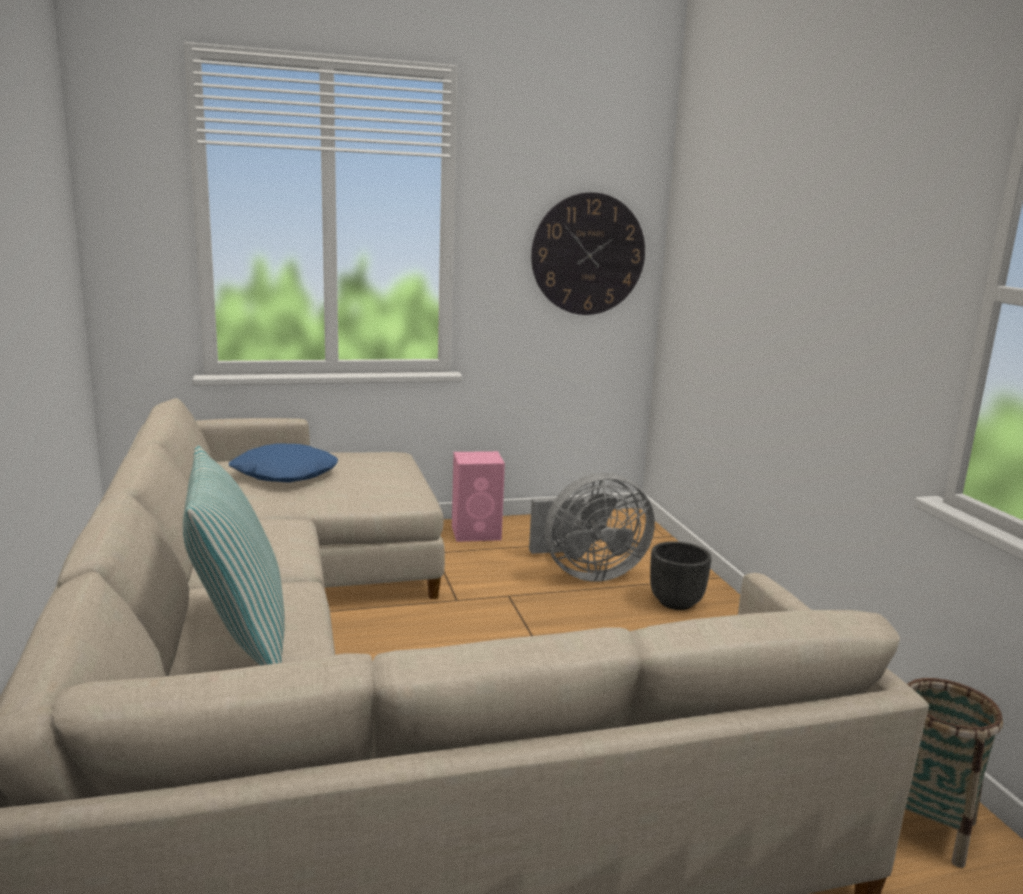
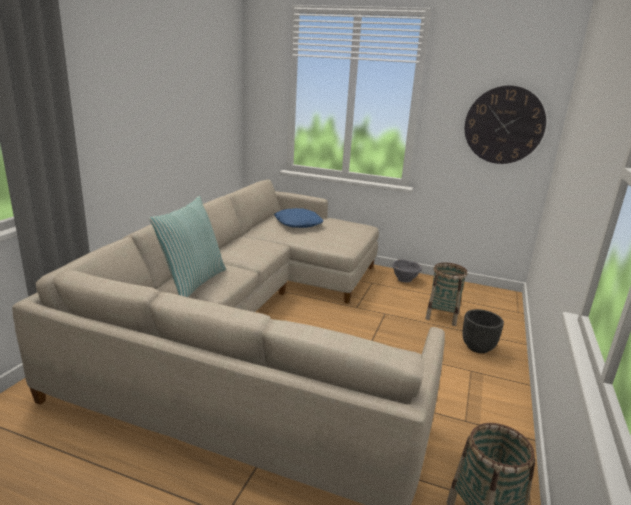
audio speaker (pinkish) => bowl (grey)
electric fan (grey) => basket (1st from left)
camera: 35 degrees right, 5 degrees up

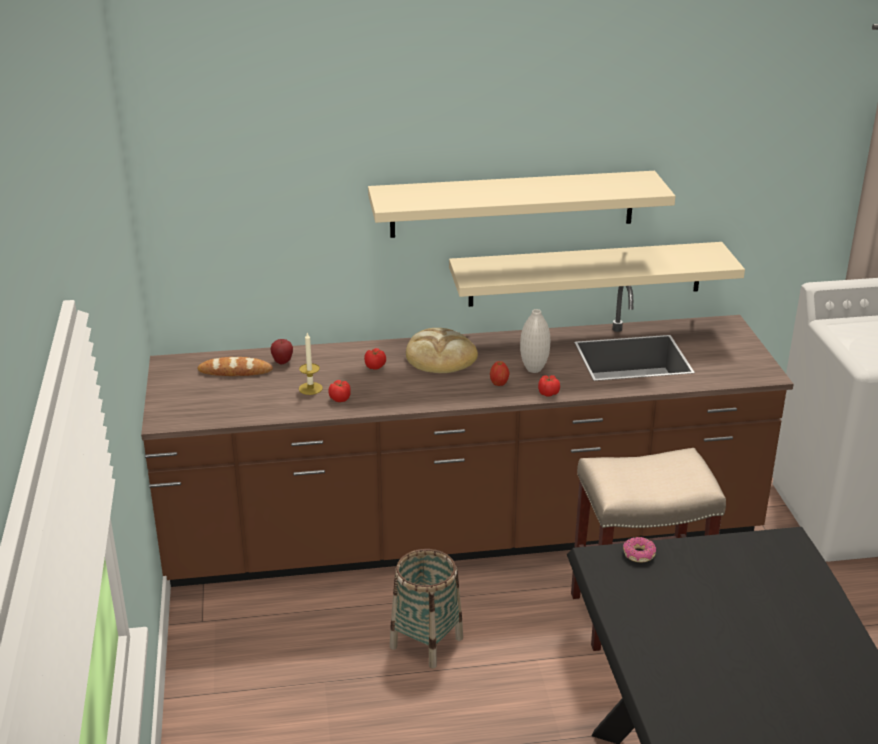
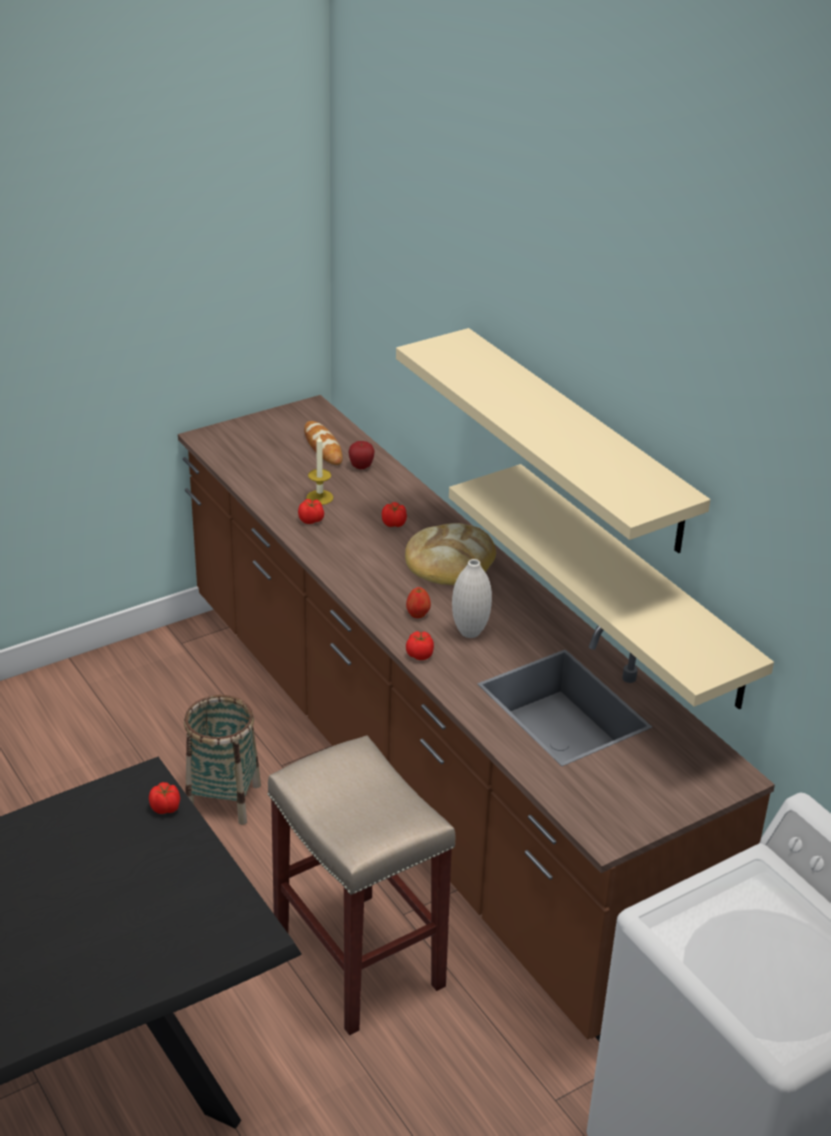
doughnut => tomato (1st from left)
camera: 65 degrees right, 5 degrees up

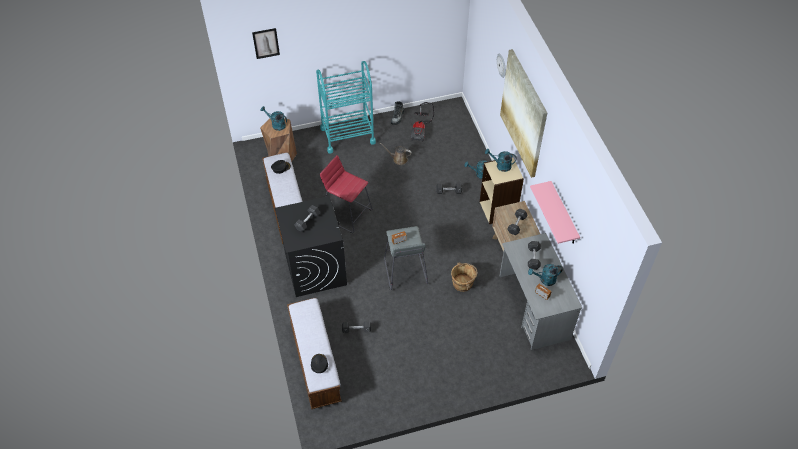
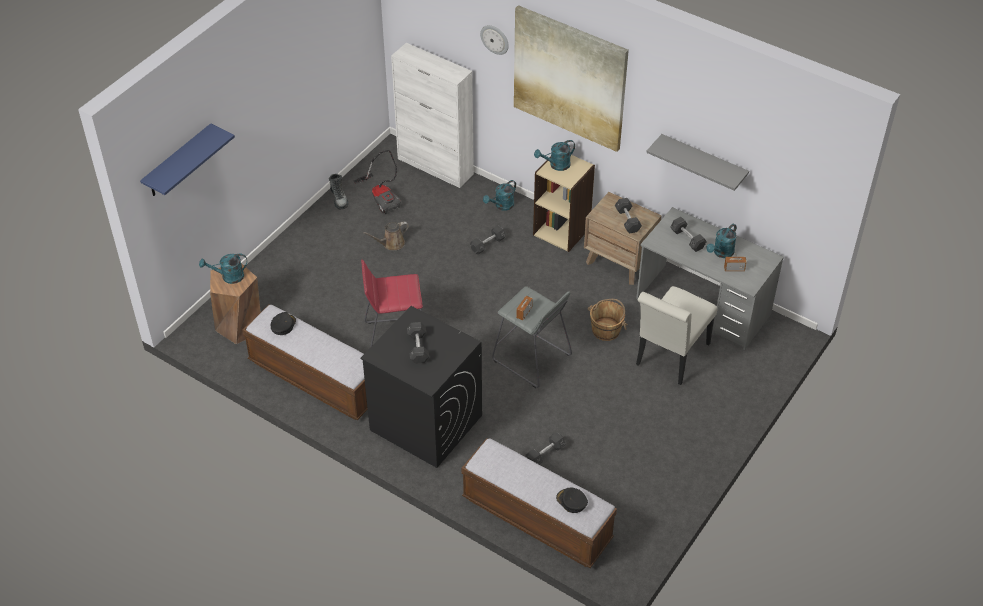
wall art (1st from left) => wall shelf (blue)
cart (turquoise) => nothing
wall shelf (pinkish) => wall shelf (grey)
nothing => cabinet (white-coloured)
nothing => chair (white-coloured)
camera: 40 degrees left, 5 degrees down

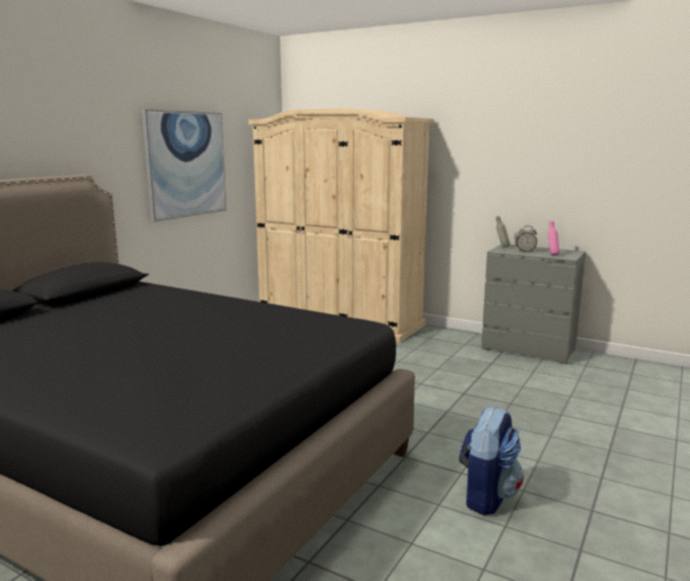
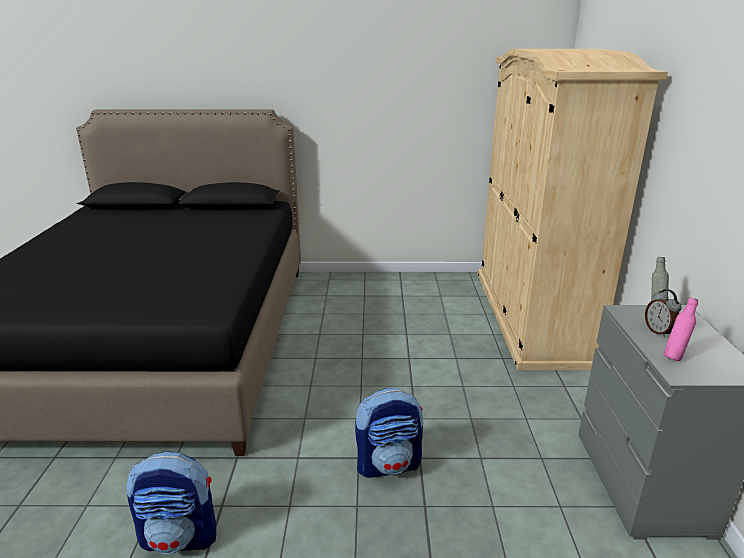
wall art => nothing
nothing => backpack (2nd from left)
camera: 60 degrees right, 10 degrees up

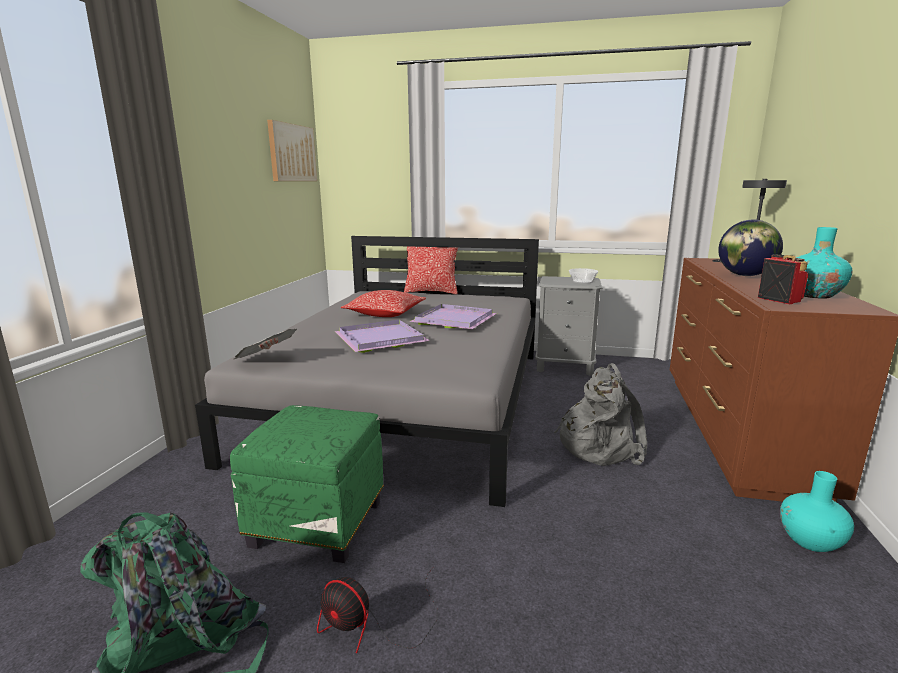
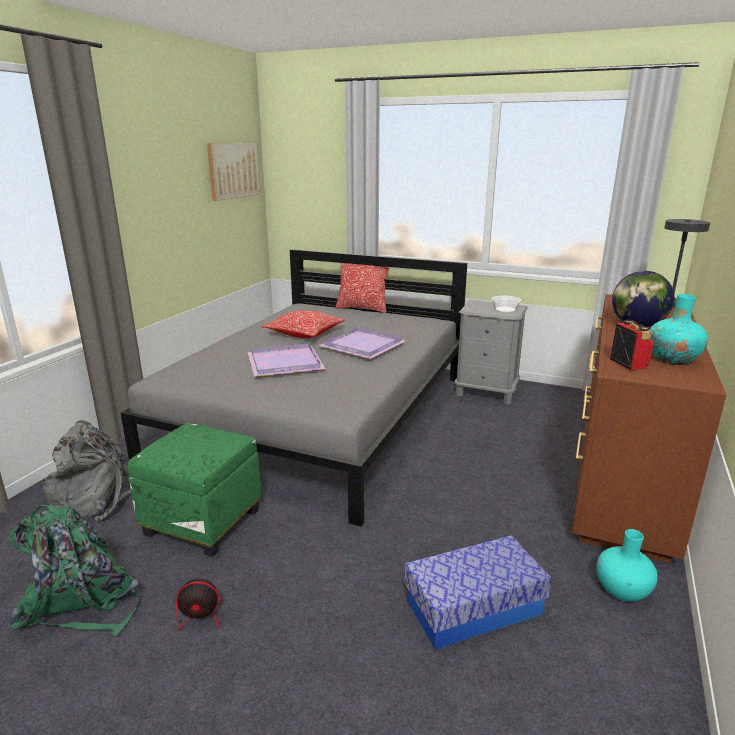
newspaper => nothing
electric fan, 45 degrees counterclockwise
backpack (grey), move
nothing => storage container
camera: 10 degrees right, 5 degrees up

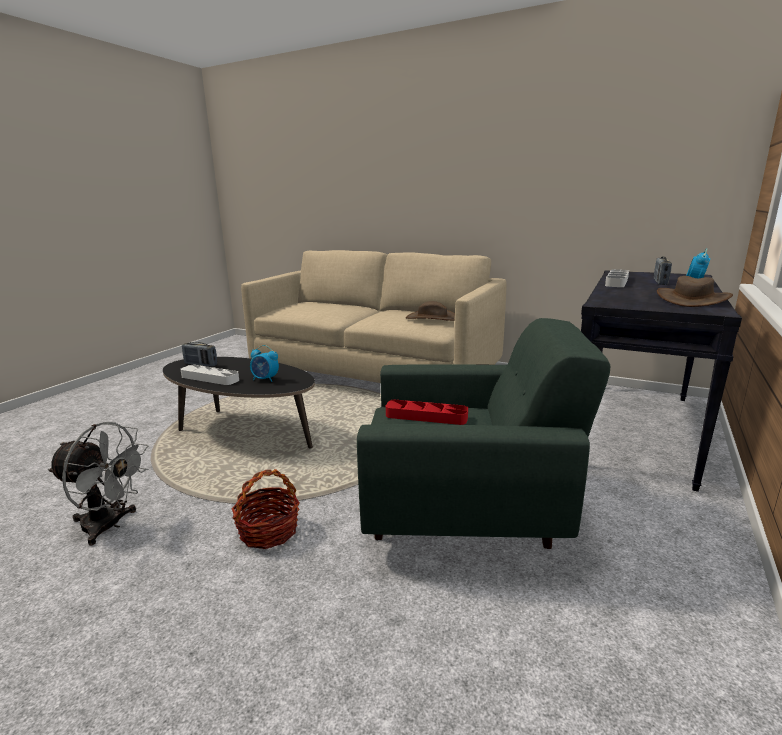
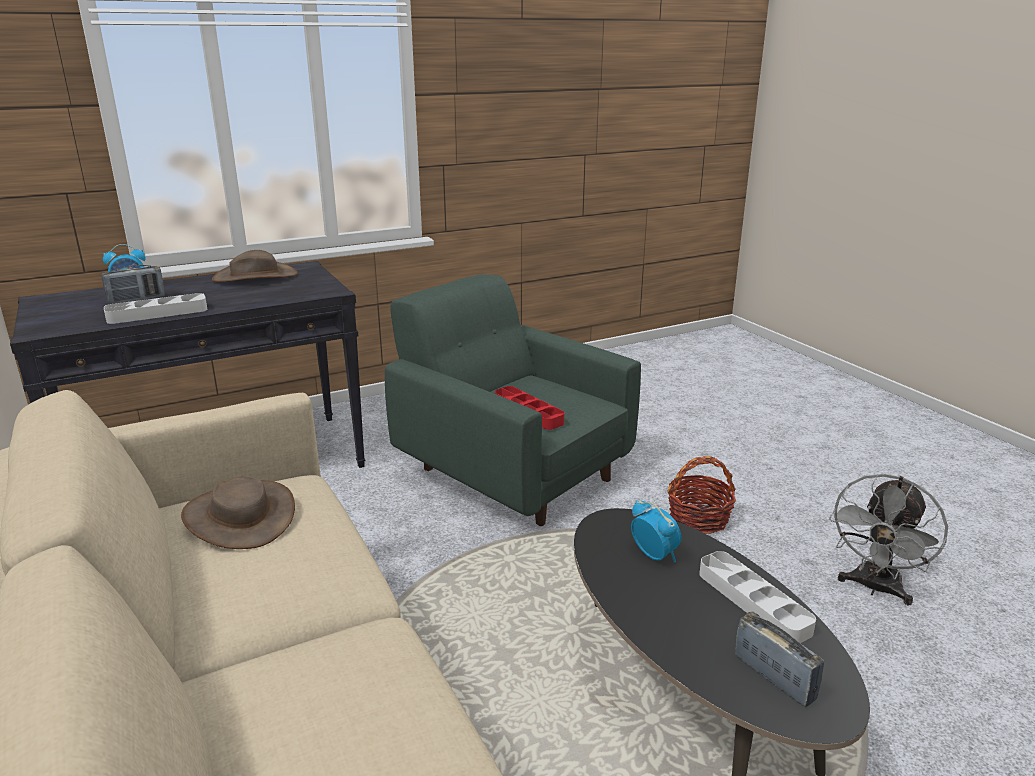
electric fan (grey), 105 degrees counterclockwise
camera: 145 degrees left, 5 degrees up

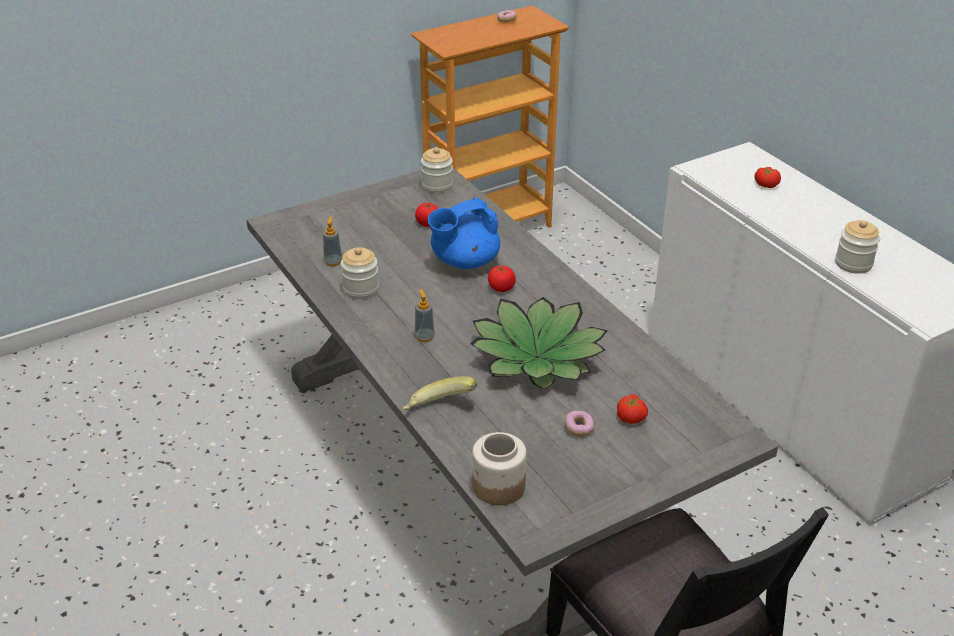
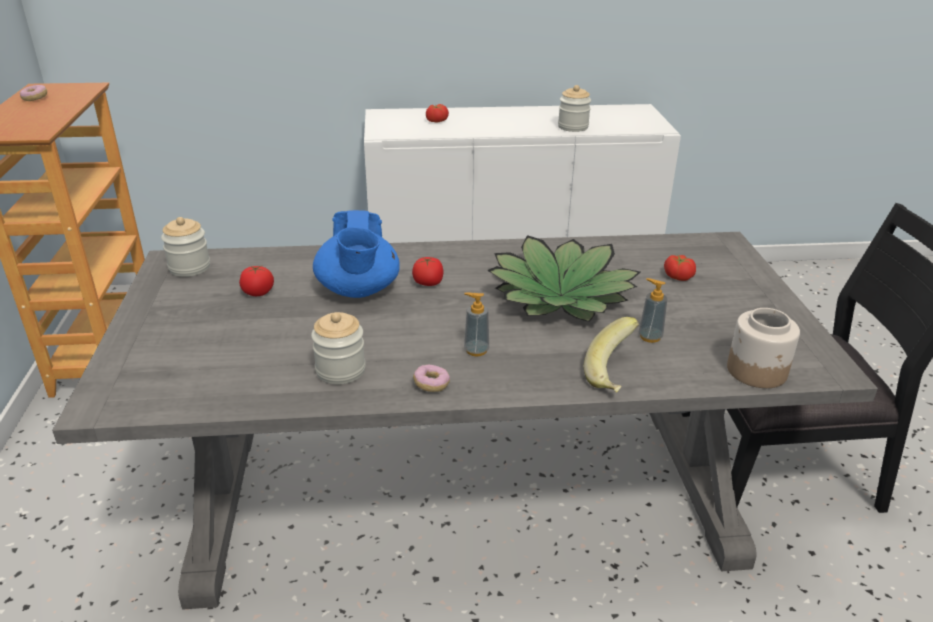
soap dispenser (1st from left in the first image) => soap dispenser (2nd from left), move
doughnut (2nd from left), move
camera: 65 degrees left, 5 degrees down

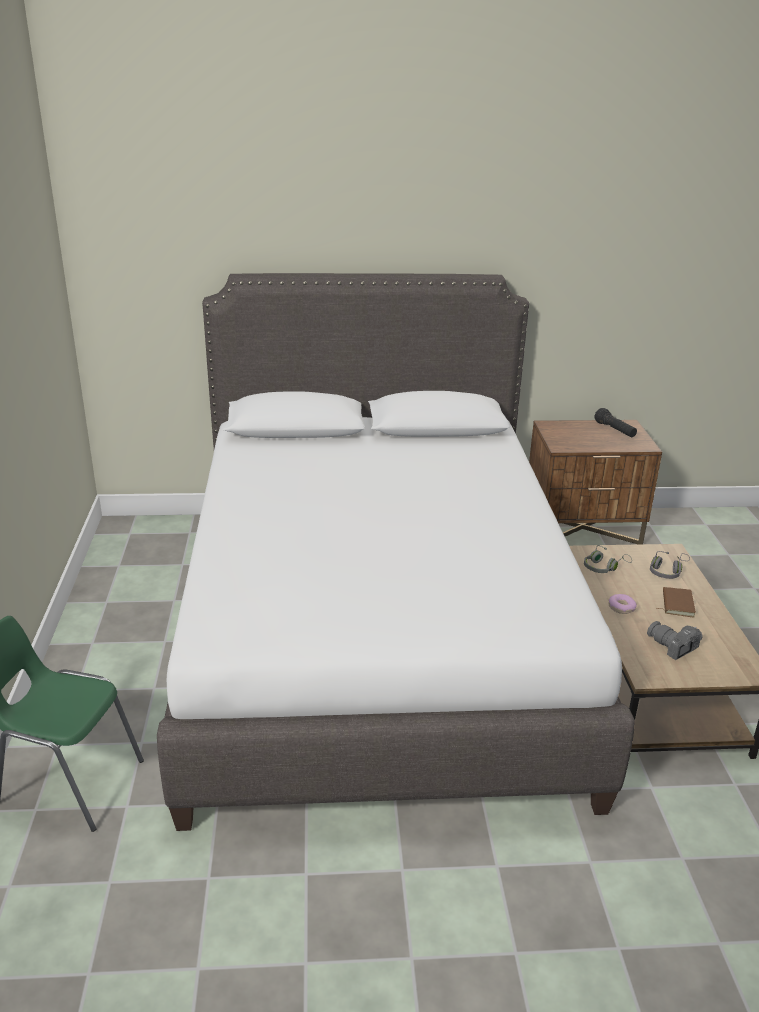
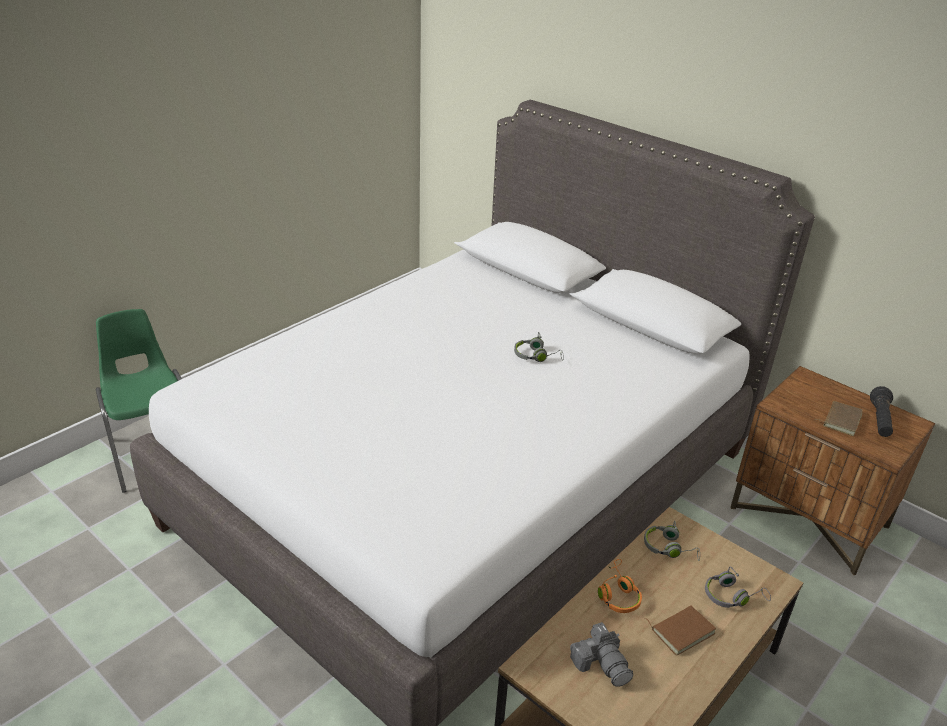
doughnut => pair of headphones (orangey)
still camera, 150 degrees clockwise
nothing => pair of headphones (grey) (1st from left)
nothing => volume (brown-coloured) (2nd from left)
camera: 45 degrees right, 5 degrees up

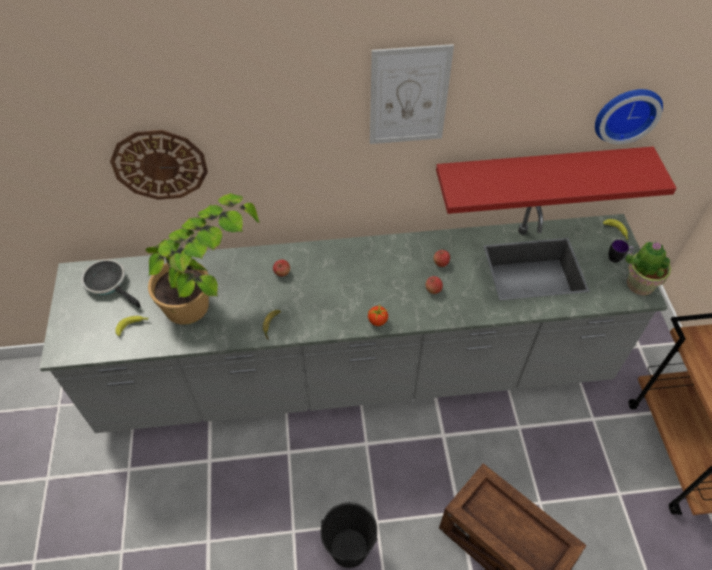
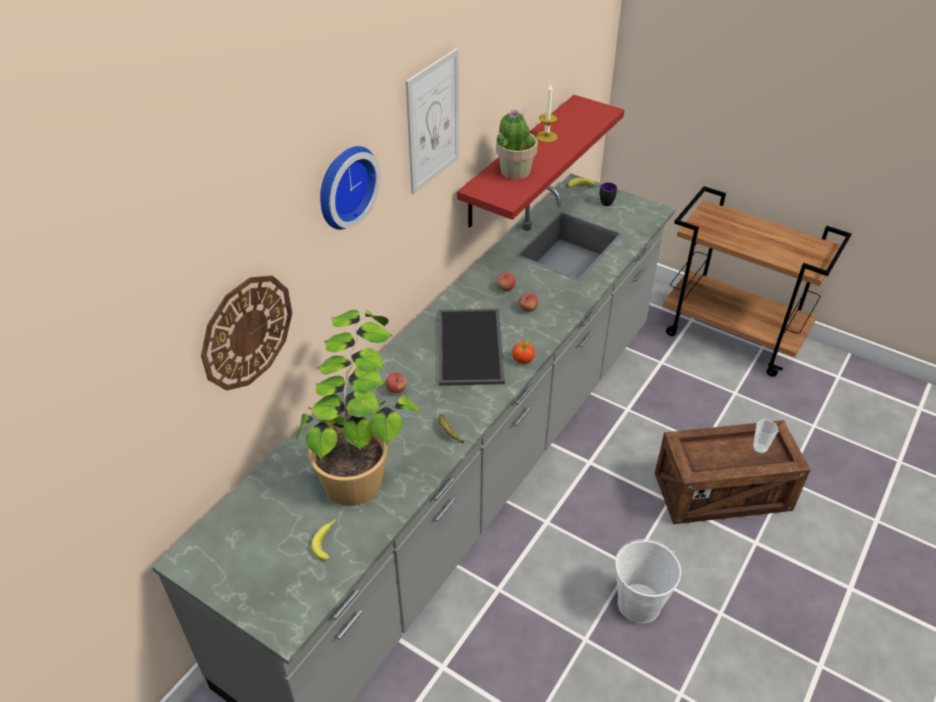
pan => nothing
pail (black-coloured) => pail (white-coloured)
clock on the wall (2nd from left), move
houseplant (2nd from left), move
nothing => carrying tray
nothing => wax candle
nothing => small cup
camera: 50 degrees left, 10 degrees down

